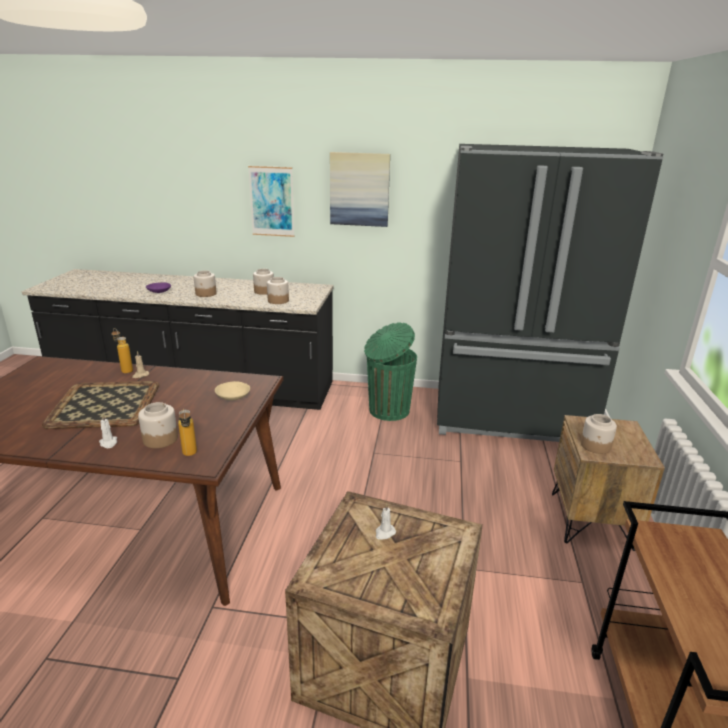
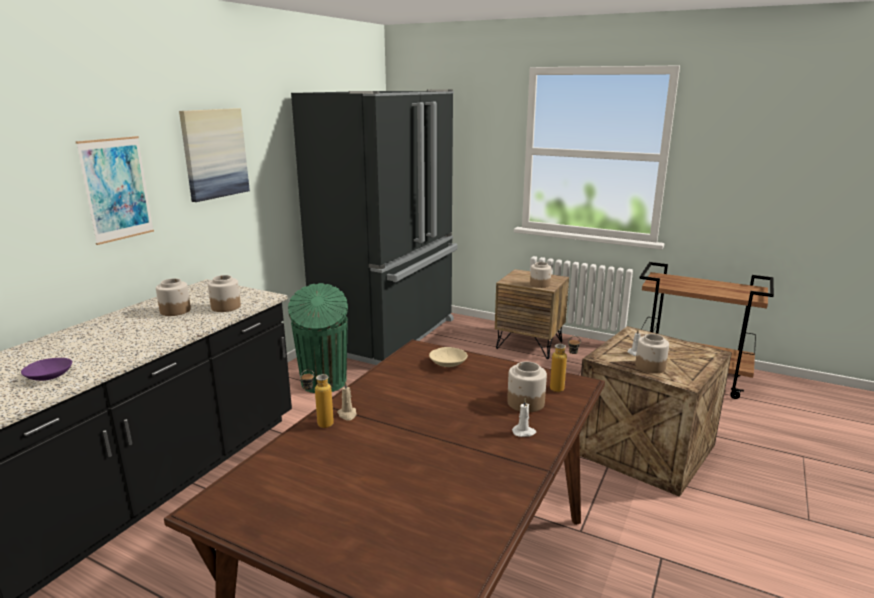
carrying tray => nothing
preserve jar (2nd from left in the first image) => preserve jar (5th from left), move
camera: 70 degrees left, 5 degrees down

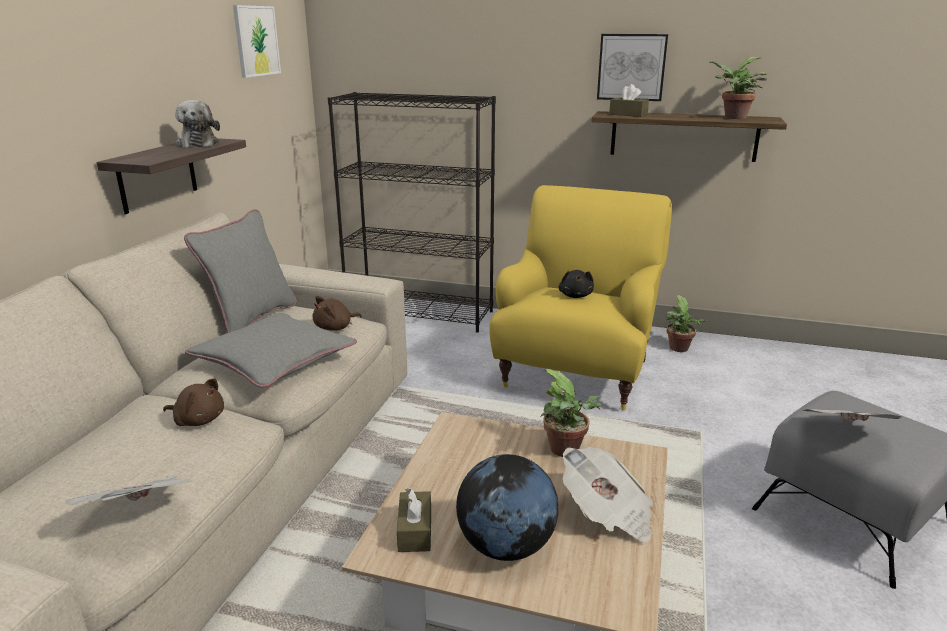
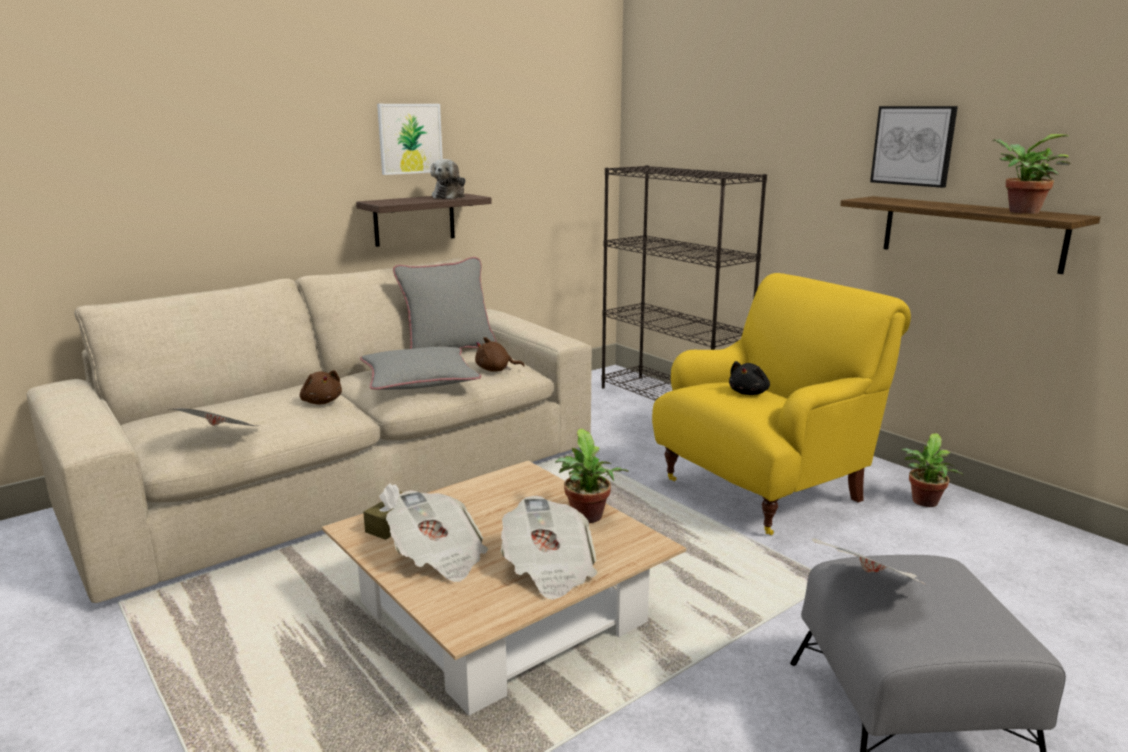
wall art (1st from left), move
world globe => newspaper (2nd from left)
tissue holder (brown-coloured) (2nd from left) => nothing
camera: 35 degrees right, 5 degrees down

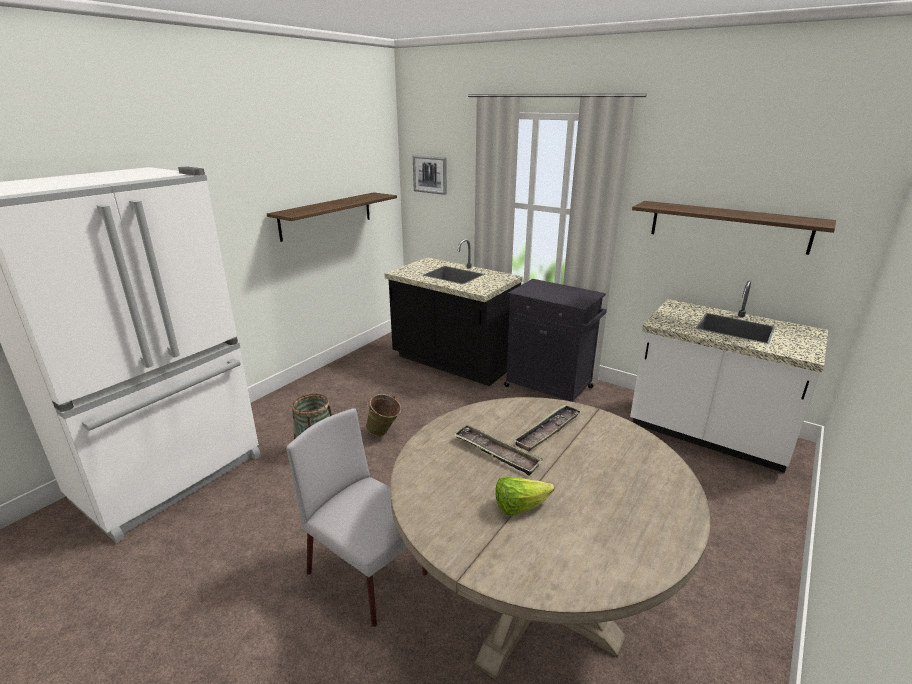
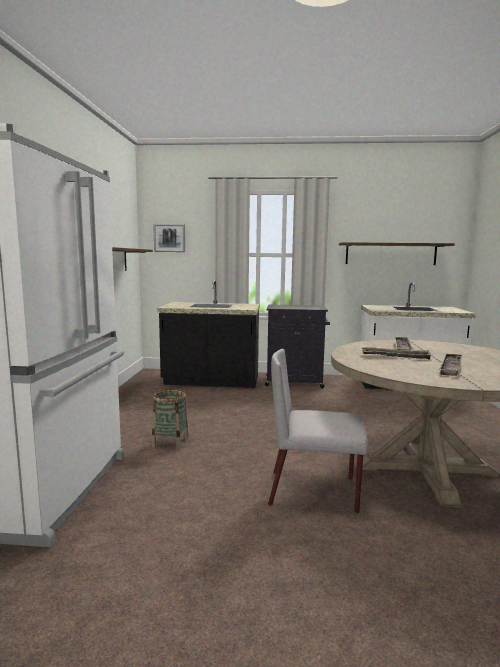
pail (greenish) => nothing
lettuce => carrying tray (3rd from left)
camera: 30 degrees left, 15 degrees down

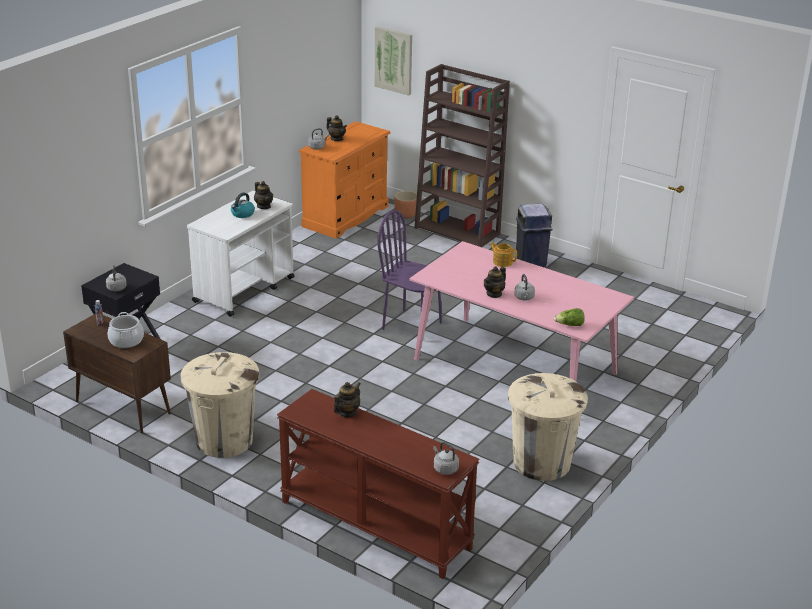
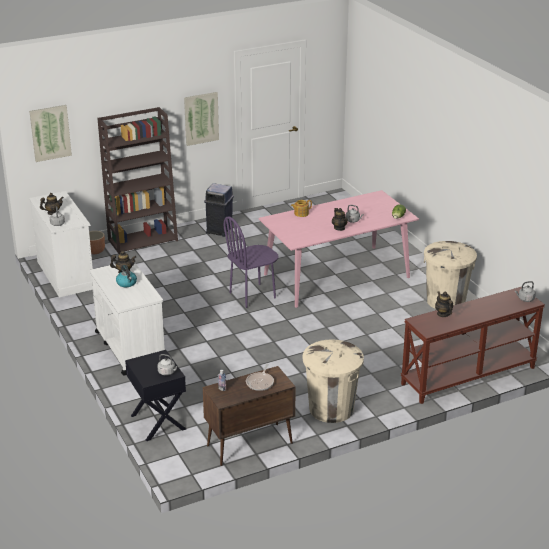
stockpot => pan
drawer chest (orangey) => drawer chest (white-coloured)
nothing => wall art (2nd from left)
camera: 60 degrees left, 0 degrees up

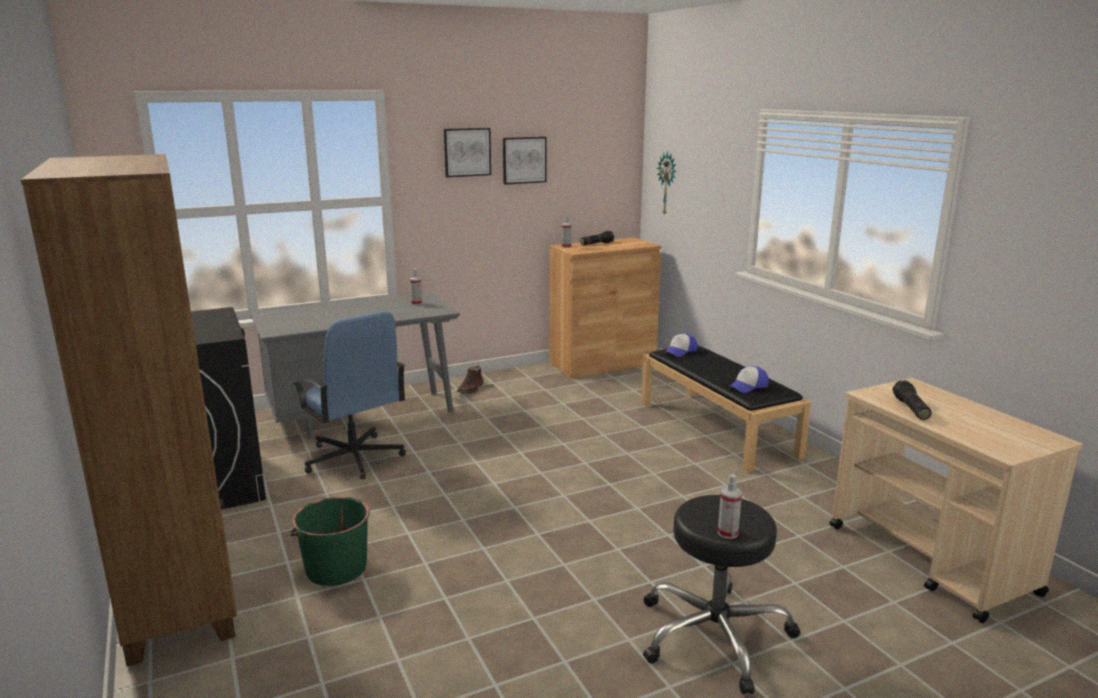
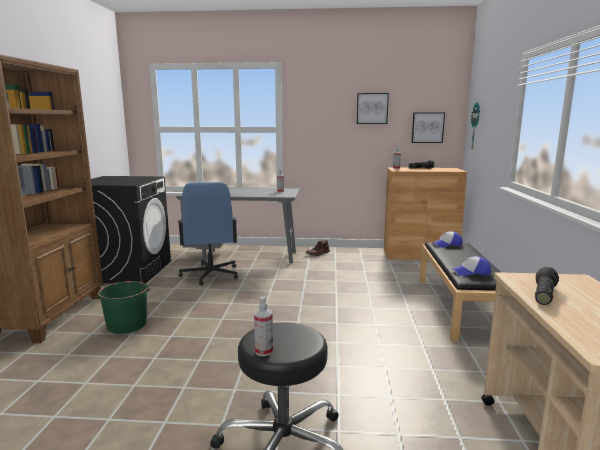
wall art (1st from left in the first image) => wall art (2nd from left), move
camera: 30 degrees right, 5 degrees down

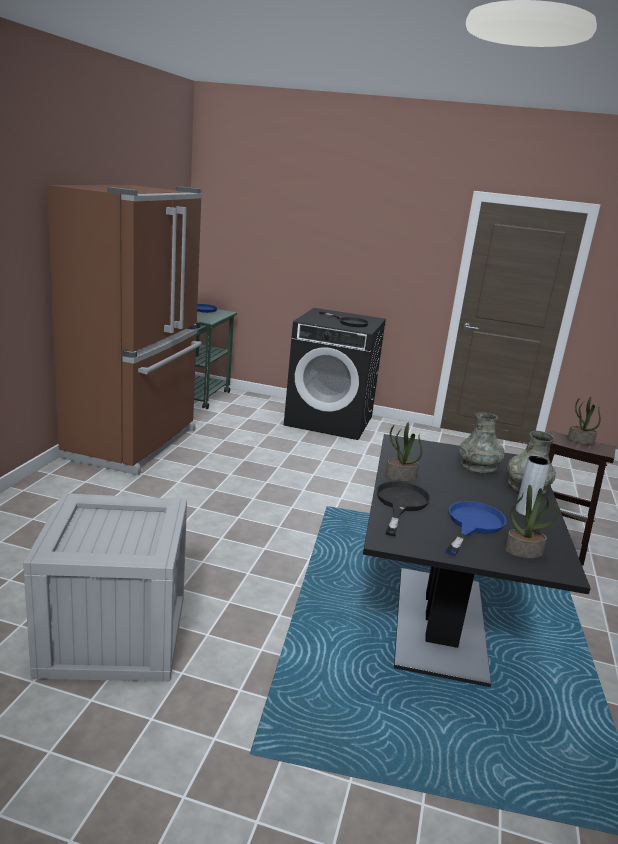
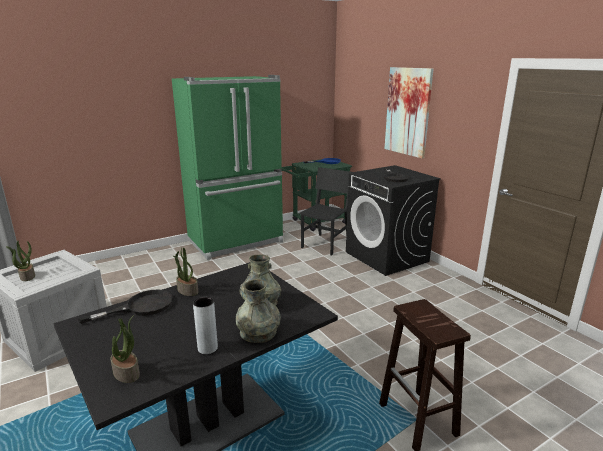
fridge (brown-coloured) => fridge (greenish)
pan (blue) (2nd from left) => nothing
houseplant (3rd from left in the first image) => houseplant (1st from left), move
nothing => chair (black-coloured)
nothing => wall art
camera: 45 degrees right, 0 degrees up

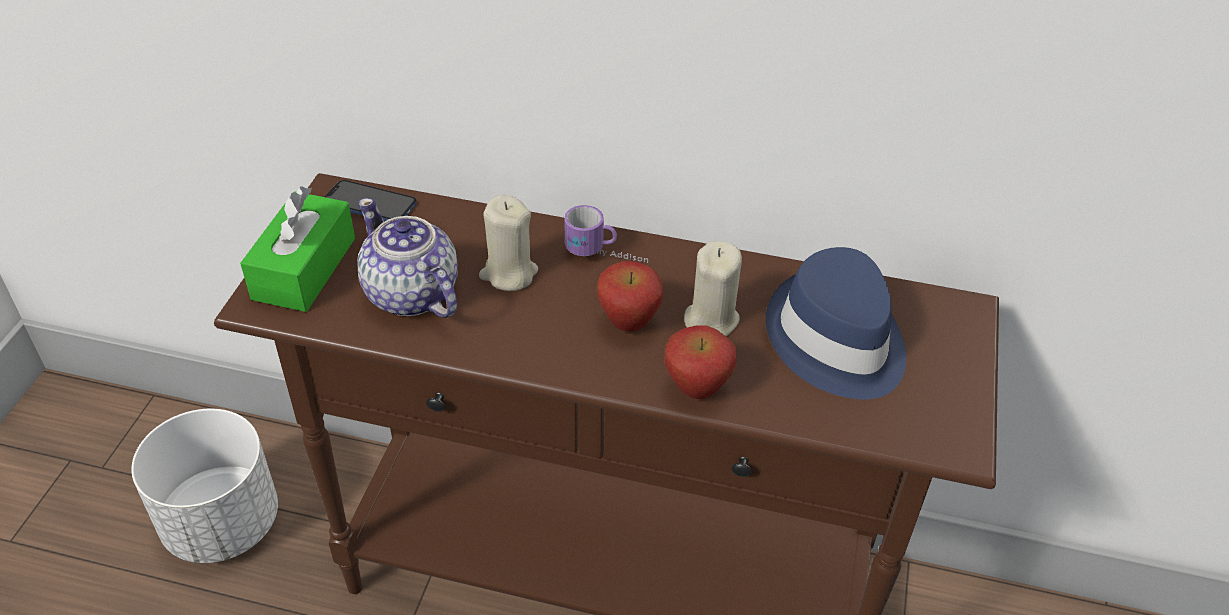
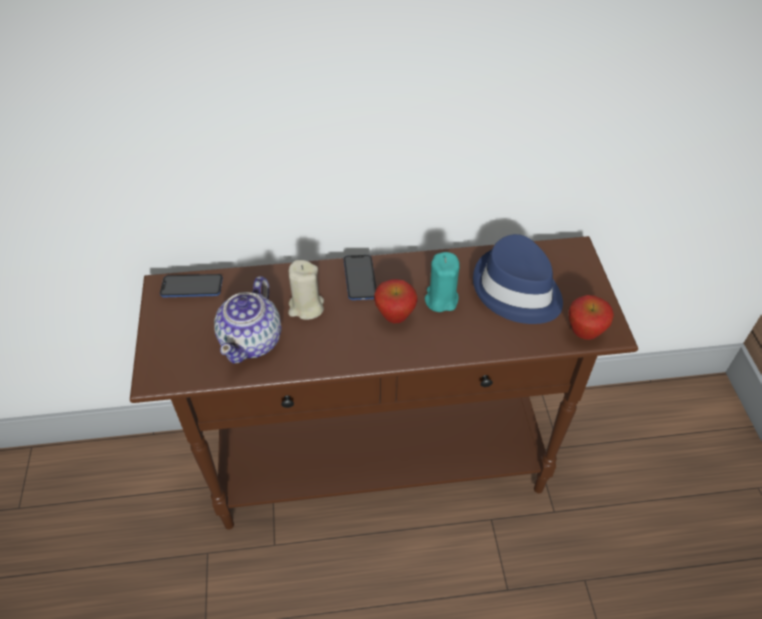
planter (white-coloured) => nothing
tissue holder (greenish) => nothing
teapot, 105 degrees counterclockwise
tea mug => phone (2nd from left)
apple fruit (2nd from left), move
wax candle (beige) (2nd from left) => wax candle (turquoise)
camera: 20 degrees left, 5 degrees up

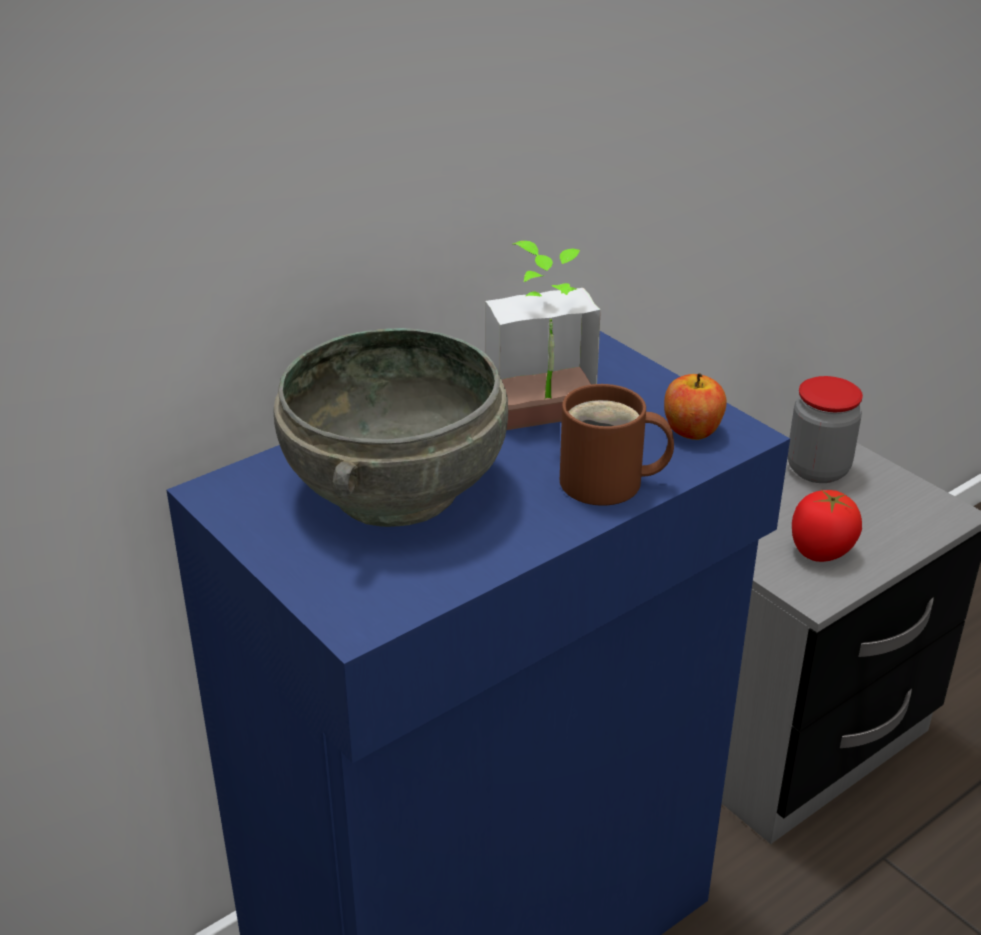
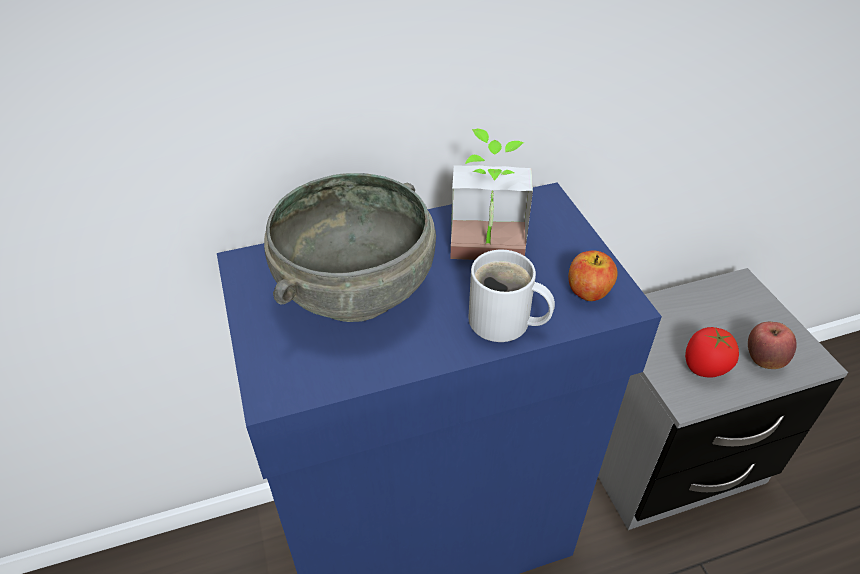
tea mug (brown-coloured) => tea mug (white-coloured)
preserve jar => nothing
nothing => apple fruit (2nd from left)
camera: 20 degrees right, 10 degrees up

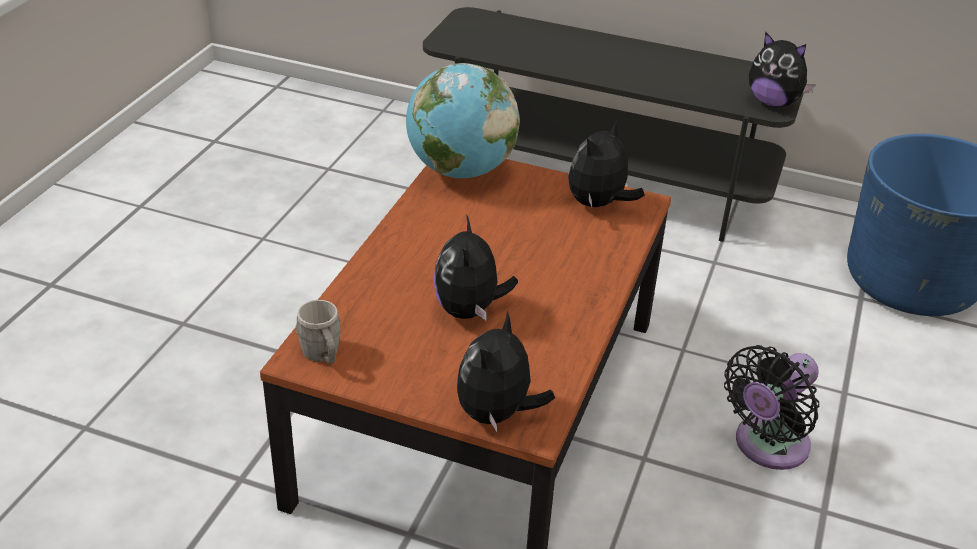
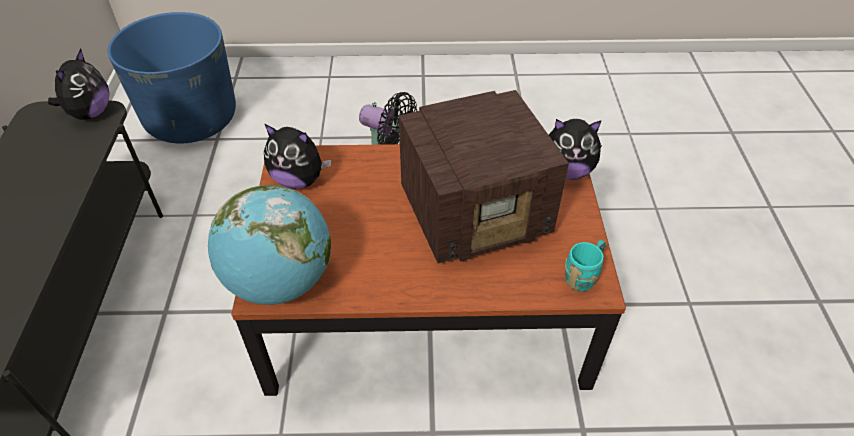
tea mug (grey) => tea mug (turquoise)
cuddly toy (1st from left) => radio set
camera: 110 degrees left, 10 degrees up

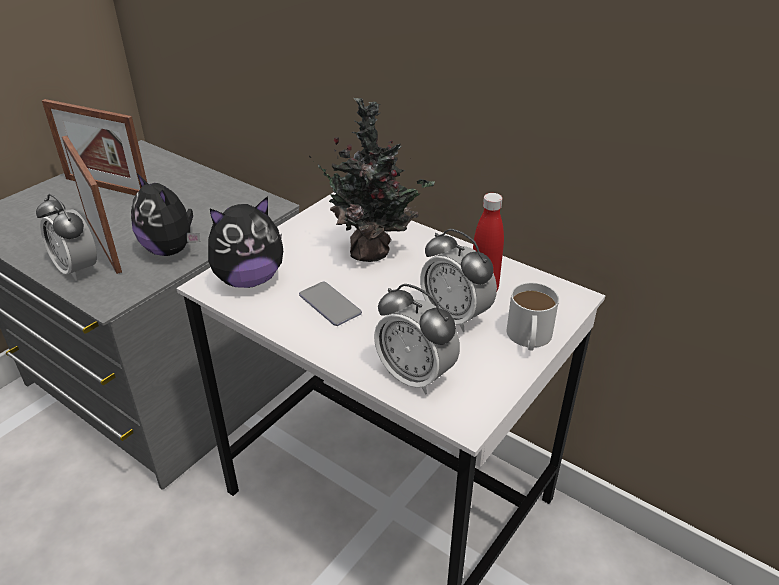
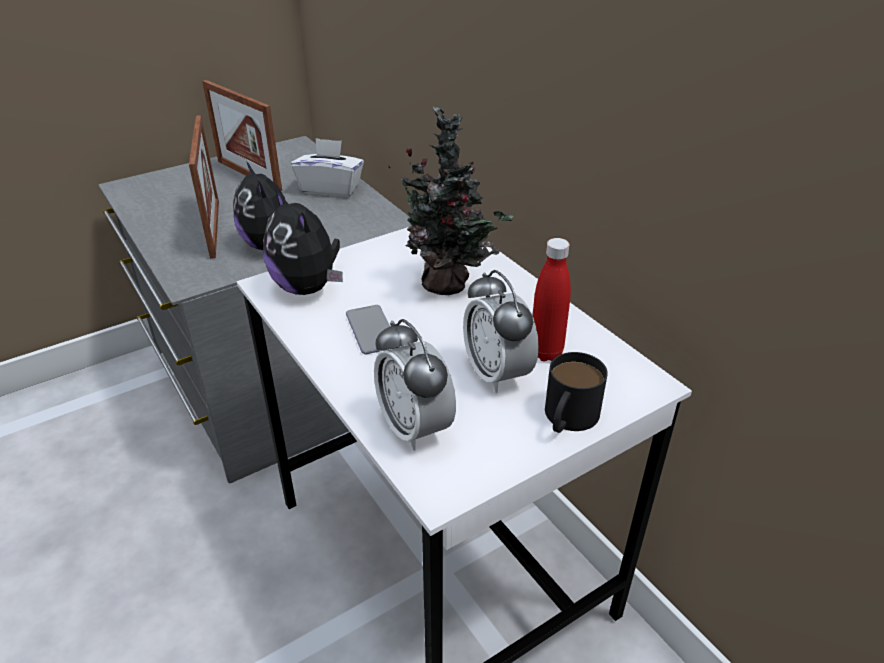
alarm clock (1st from left) => nothing
cuddly toy (2nd from left), 60 degrees clockwise
tea mug (white-coloured) => tea mug (black-coloured)
nothing => tissue holder (white-coloured)
camera: 20 degrees right, 0 degrees up

